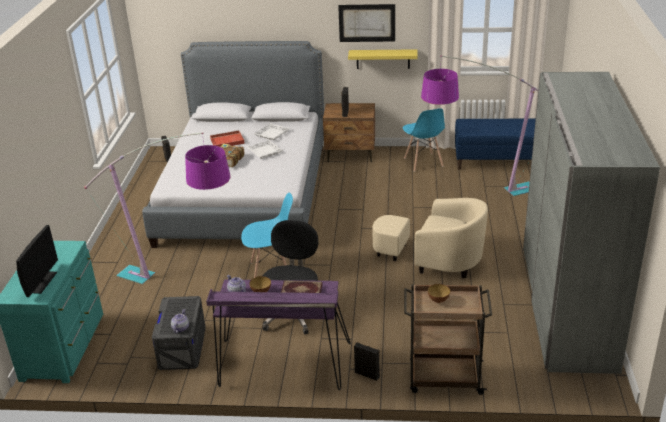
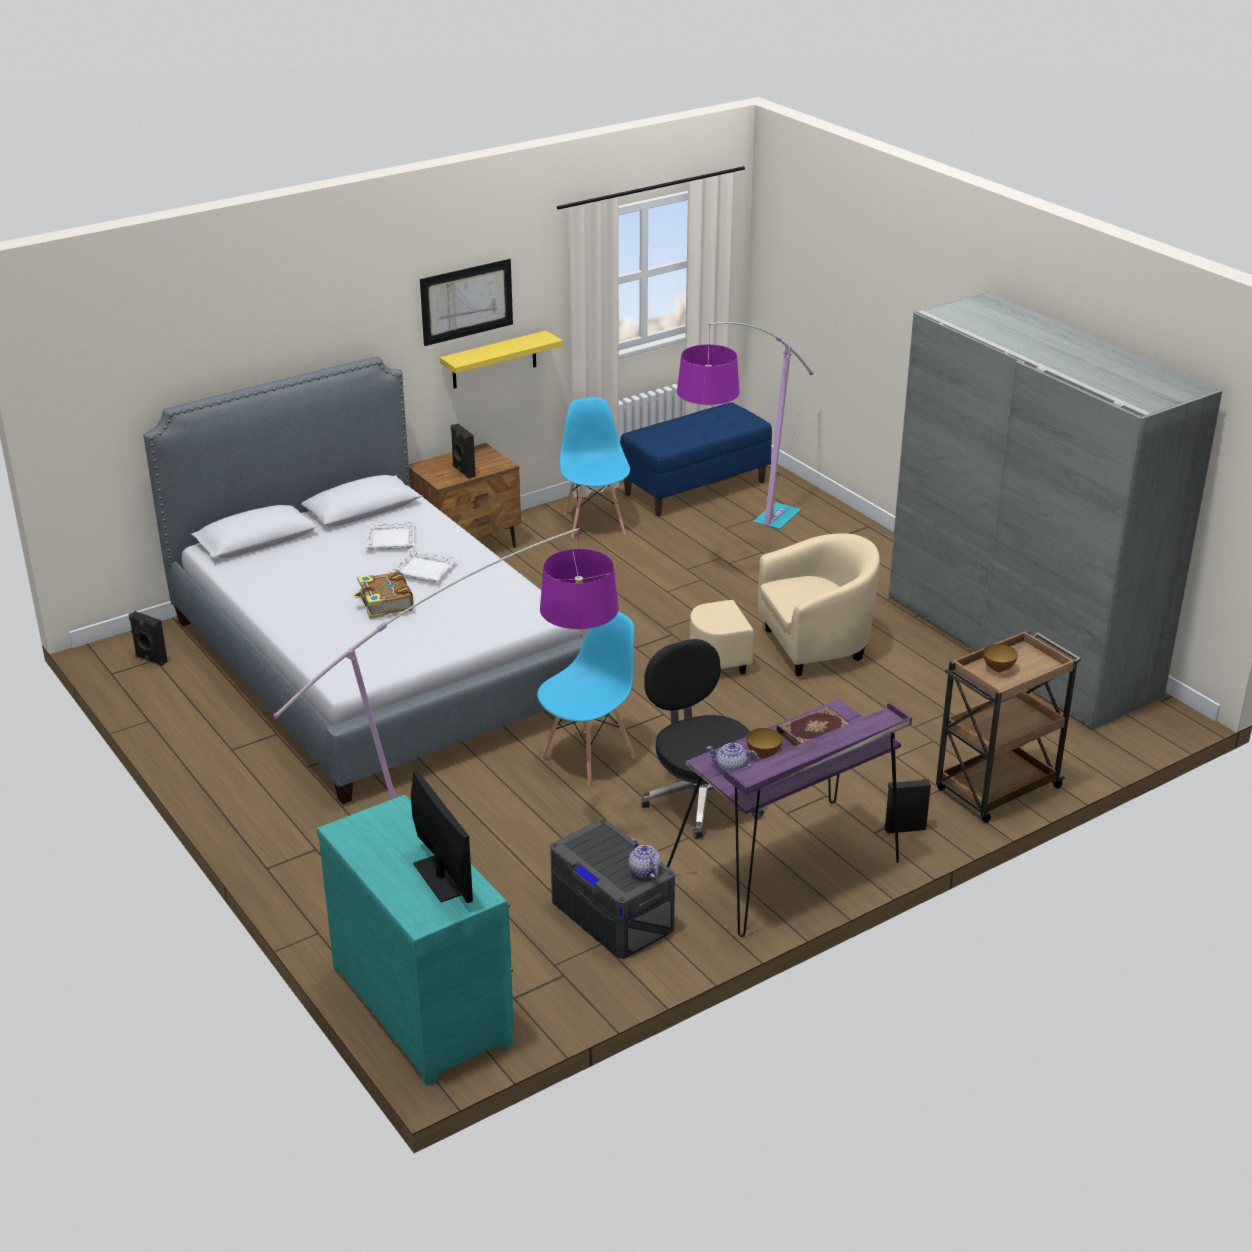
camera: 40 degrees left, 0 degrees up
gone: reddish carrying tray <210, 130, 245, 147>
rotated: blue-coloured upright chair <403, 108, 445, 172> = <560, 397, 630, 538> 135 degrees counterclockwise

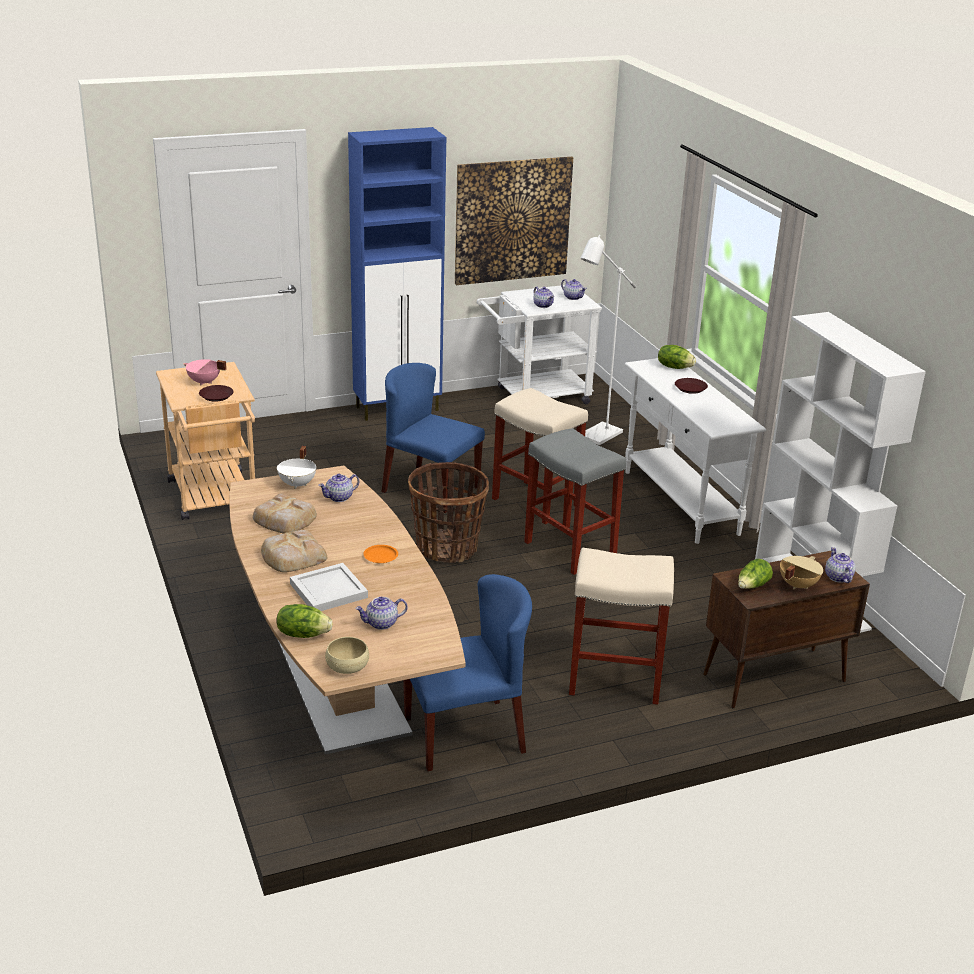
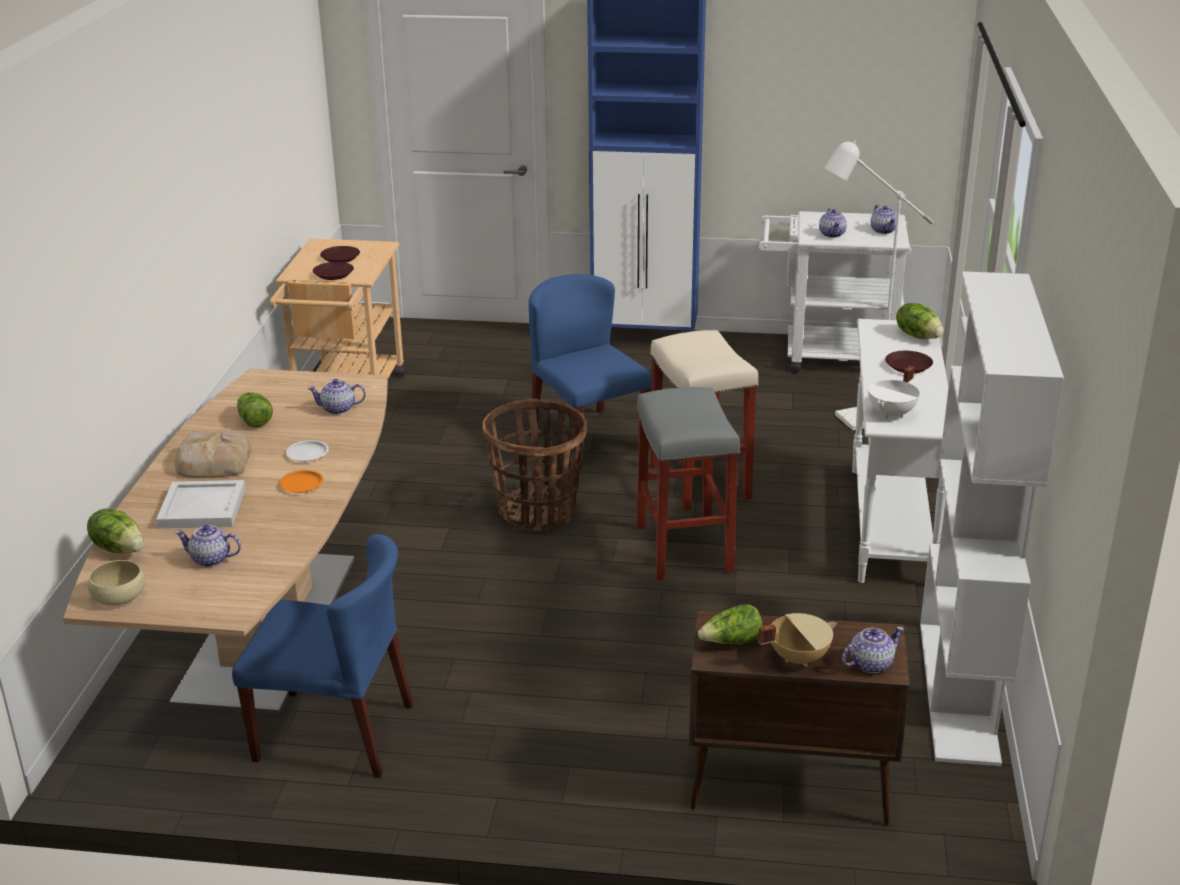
camera: 30 degrees right, 0 degrees up
gone: wall picture <455, 156, 573, 285>; beige stool <569, 548, 674, 705>
new: white dinner plate <286, 440, 329, 462>
shifted: white saucepot <277, 446, 316, 489> to <868, 366, 920, 419>
swapped: pink-coloured saucepot <183, 359, 227, 385> to brownish dinner plate <320, 246, 360, 263>; bakery bread <252, 493, 317, 534> to lettuce head <237, 392, 273, 427>
rotated: pot for tea <825, 547, 856, 583> = <842, 627, 904, 673> 45 degrees clockwise

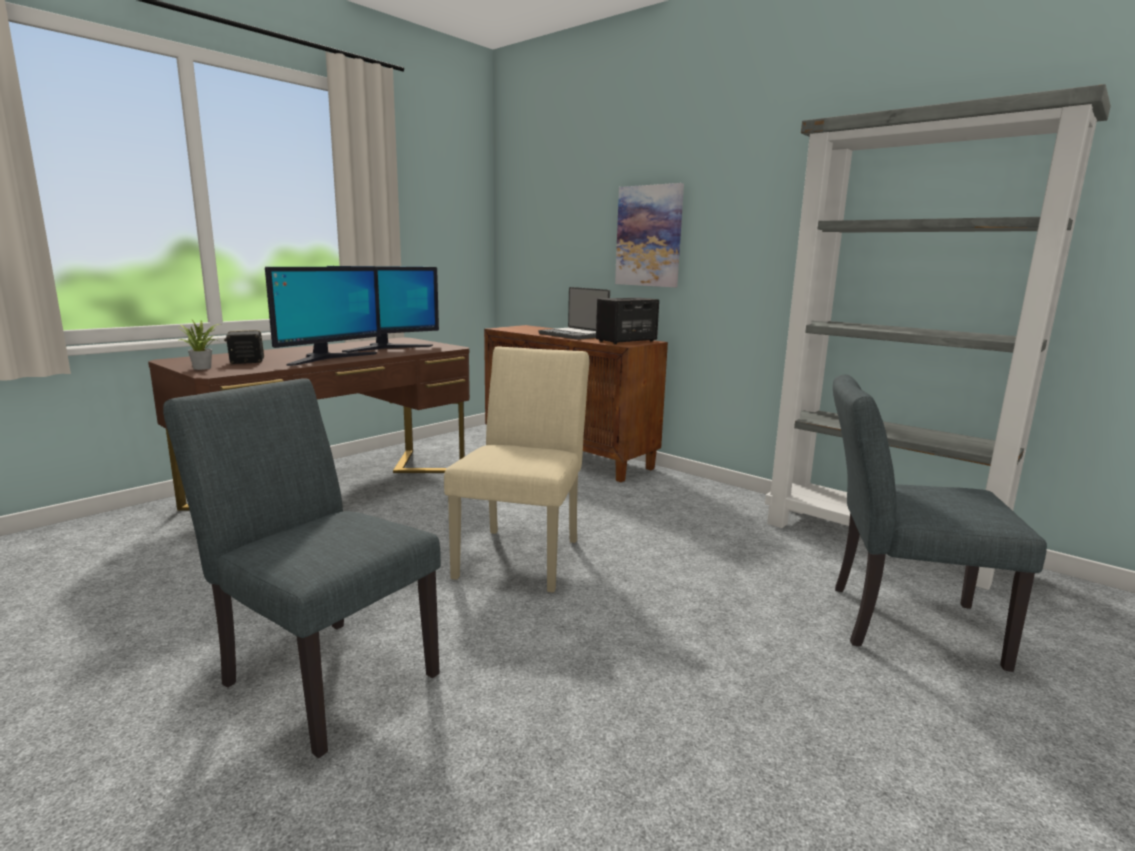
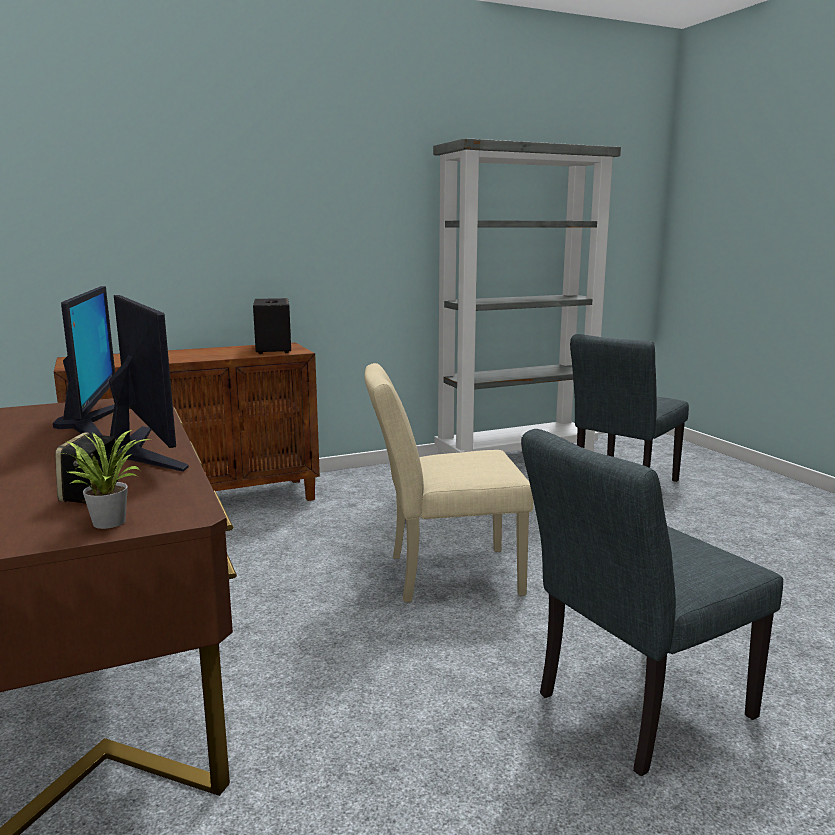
camera: 65 degrees left, 0 degrees up
gone: wall picture <615, 183, 684, 287>; notebook computer <538, 287, 610, 340>
rotated: beige upright chair <444, 347, 589, 593> = <364, 363, 534, 602> 45 degrees counterclockwise

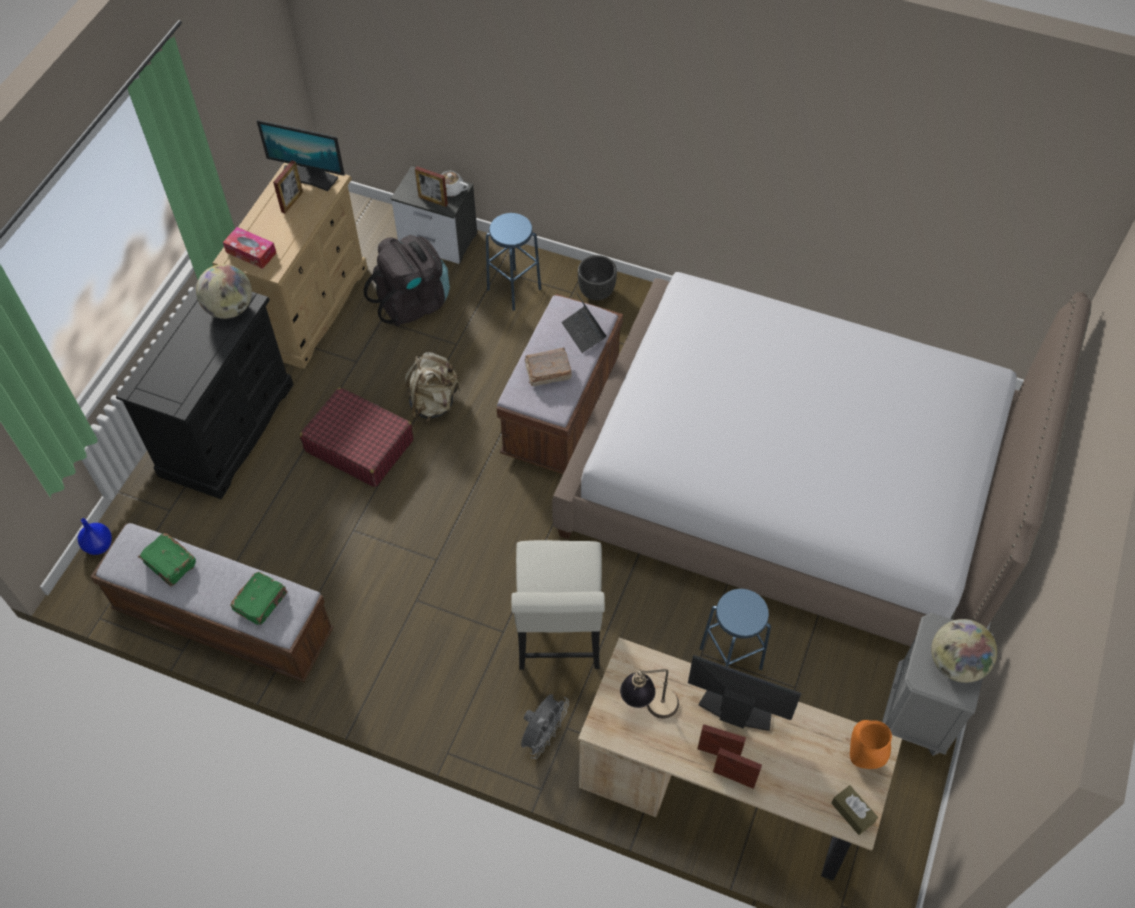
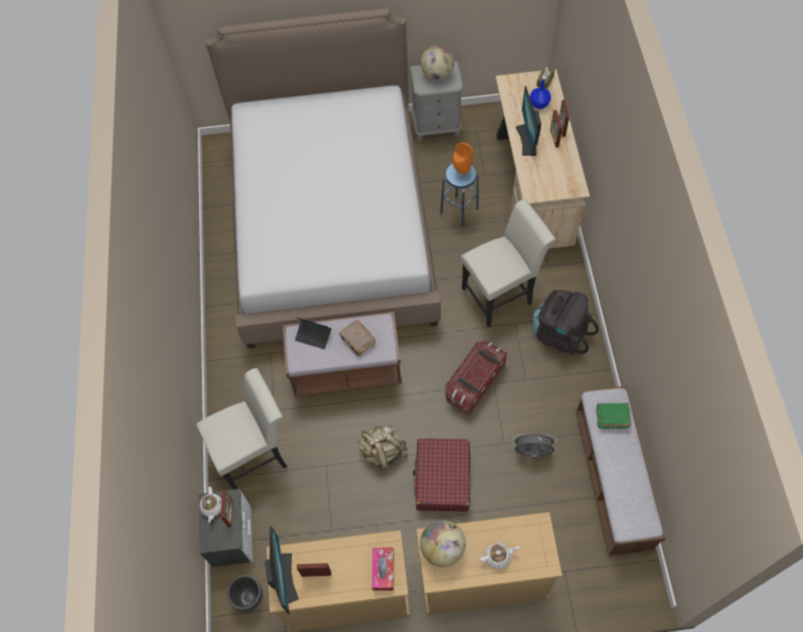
camera: 115 degrees left, 5 degrees up
gone: green book <138, 533, 196, 587>; table lamp <620, 669, 679, 719>
new: storage bin <445, 340, 507, 415>; white pot for tea <479, 542, 520, 569>
shifted: black knapsack <364, 235, 450, 326> to <532, 290, 598, 355>; black planter <578, 255, 617, 301> to <227, 575, 263, 612>; blue-coloured flower vase <78, 518, 112, 555> to <530, 80, 551, 109>; greyish cooling fan <521, 694, 569, 759> to <512, 432, 557, 459>; orange-coloured flower vase <850, 720, 892, 769> to <453, 142, 473, 174>
swapped: blue-coloured stool <486, 213, 541, 310> to white upright chair <196, 368, 287, 490>
repainted: black dresser <116, 284, 294, 500> to beige dresser <417, 512, 562, 615>
rotated: notebook computer <561, 292, 607, 353> = <295, 317, 331, 349> 75 degrees clockwise

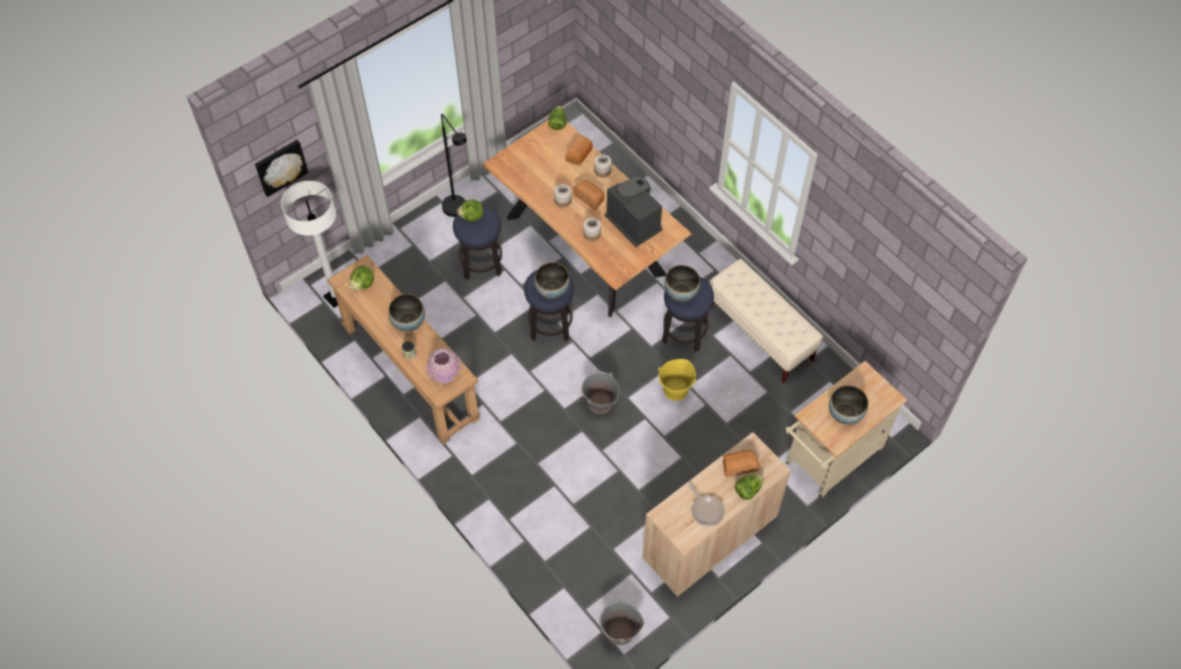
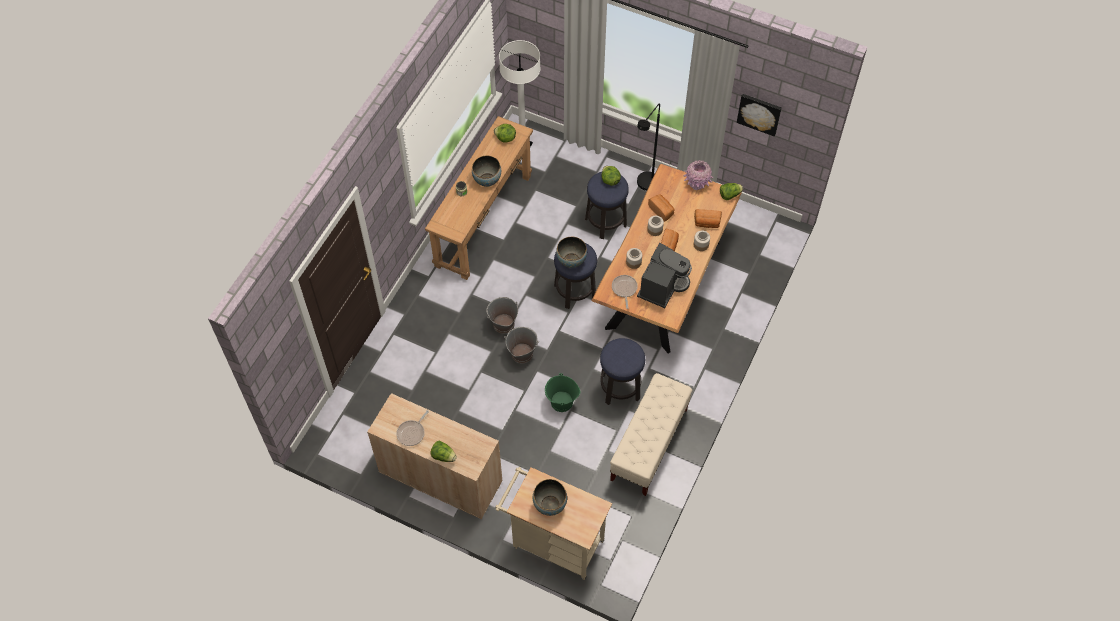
camera: 65 degrees right, 0 degrees up
gone: serving bowl <665, 265, 700, 302>
new: skillet <612, 275, 638, 309>
shifted: wall picture <255, 140, 309, 197> to <737, 94, 782, 137>; pink-coloured flower vase <426, 348, 463, 385> to <684, 160, 713, 190>; bakery bread <723, 450, 760, 477> to <648, 194, 675, 222>; greyish bucket <600, 599, 644, 645> to <486, 297, 518, 334>
repainted: yellow-coloured bucket <658, 359, 696, 401> to green bucket <545, 373, 581, 412>

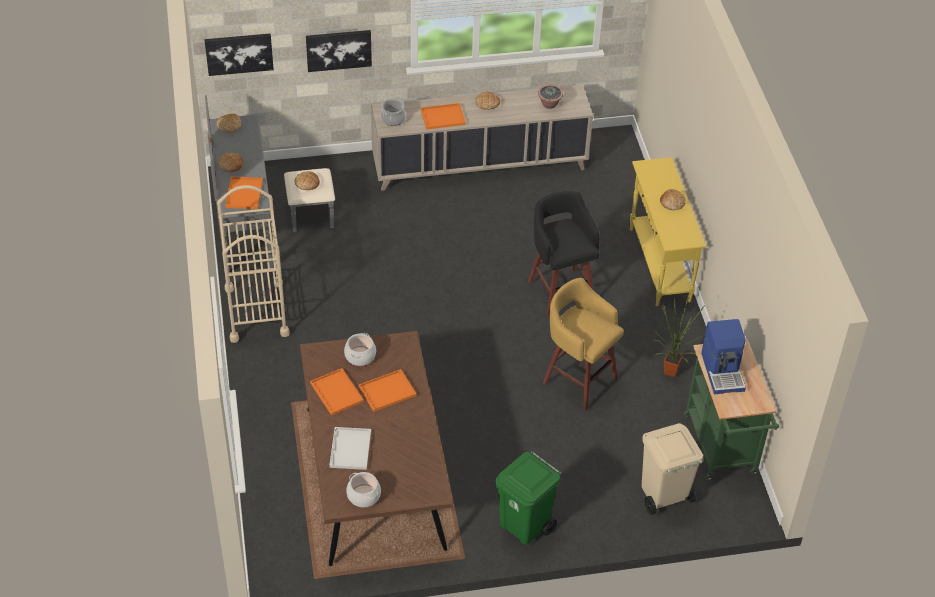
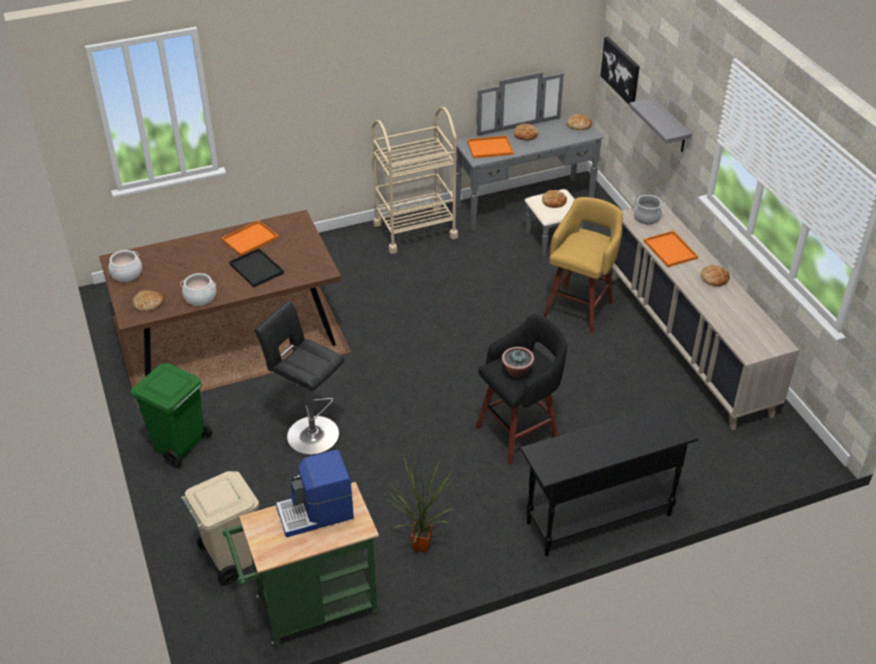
camera: 80 degrees right, 5 degrees down
gone: white carrying tray <329, 427, 371, 470>
new: black stool <254, 301, 344, 455>
shifted: houseplant <538, 85, 563, 109> to <502, 347, 534, 378>; bakery bread <660, 189, 686, 210> to <132, 290, 164, 312>; yellow-coloured stool <543, 278, 624, 411> to <543, 197, 623, 334>; saucepot <344, 333, 376, 366> to <180, 273, 216, 306>
swapped: wall picture <306, 30, 372, 72> to greyish shelf <629, 97, 692, 152>
repainted: yellow-coloured hall table <630, 157, 707, 306> to black hall table <520, 403, 698, 556>; orange-coloured carrying tray <359, 369, 416, 412> to black carrying tray <229, 248, 284, 287>

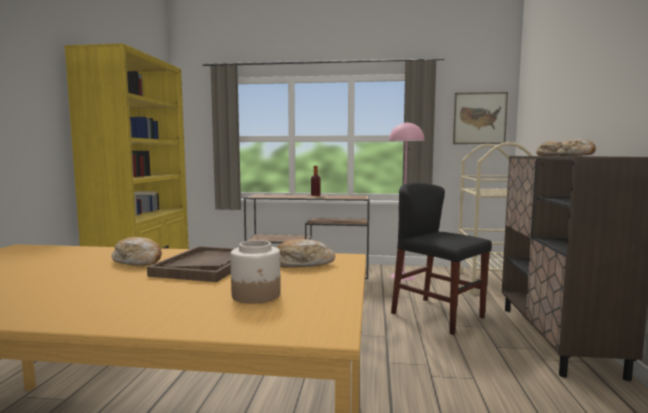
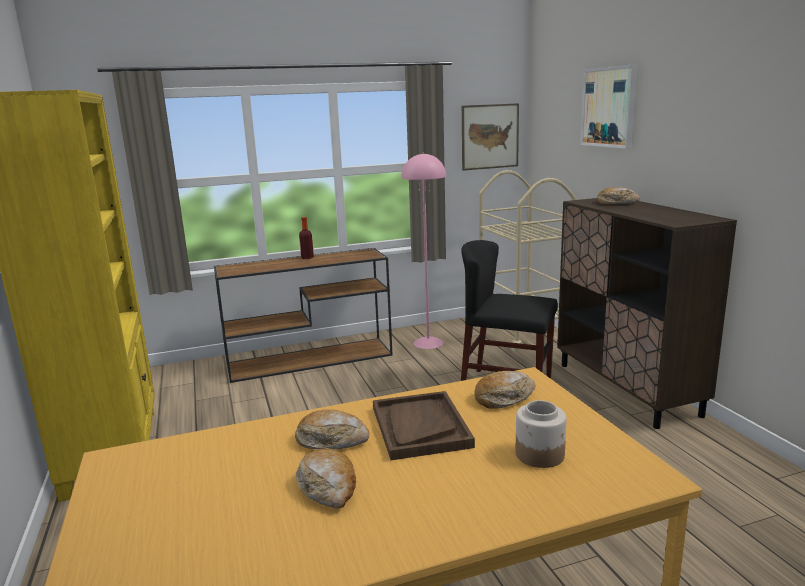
camera: 25 degrees left, 10 degrees up
new: wall picture <580, 64, 637, 149>
shifted: bakery bread <557, 139, 596, 156> to <296, 448, 356, 509>

